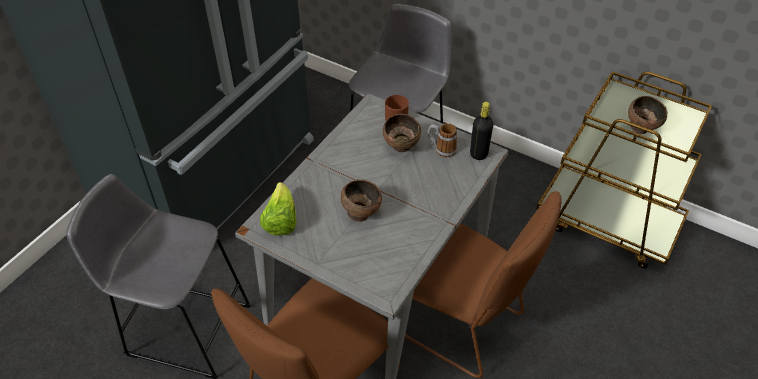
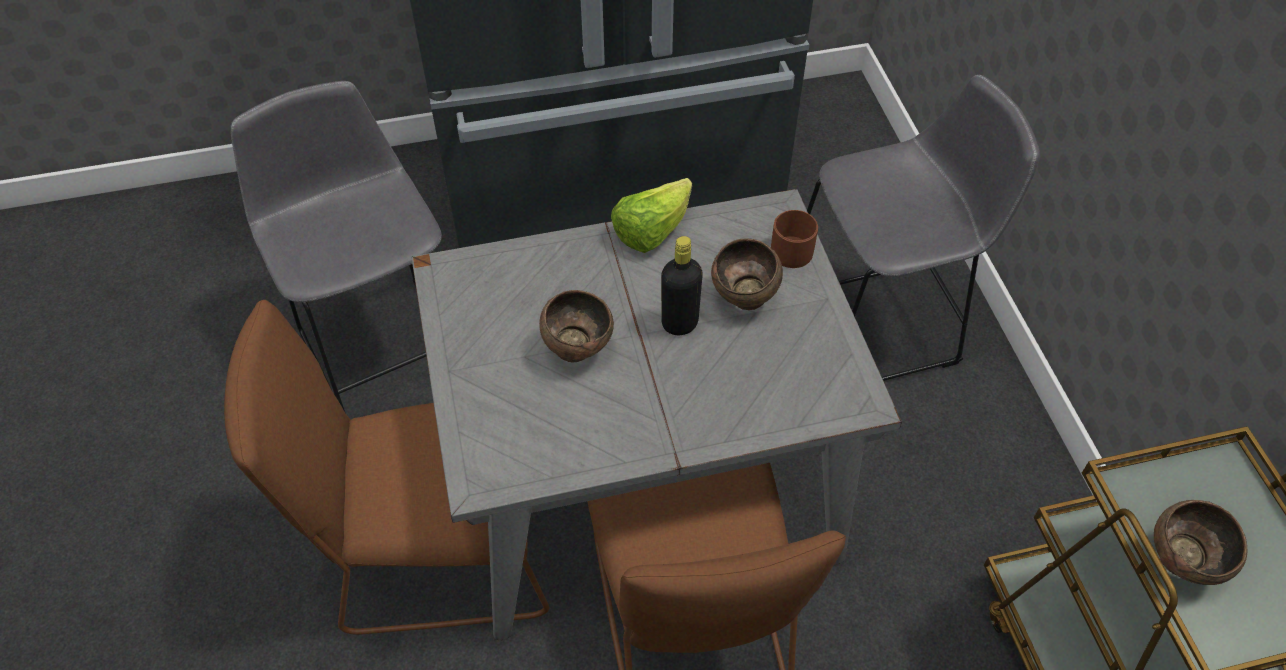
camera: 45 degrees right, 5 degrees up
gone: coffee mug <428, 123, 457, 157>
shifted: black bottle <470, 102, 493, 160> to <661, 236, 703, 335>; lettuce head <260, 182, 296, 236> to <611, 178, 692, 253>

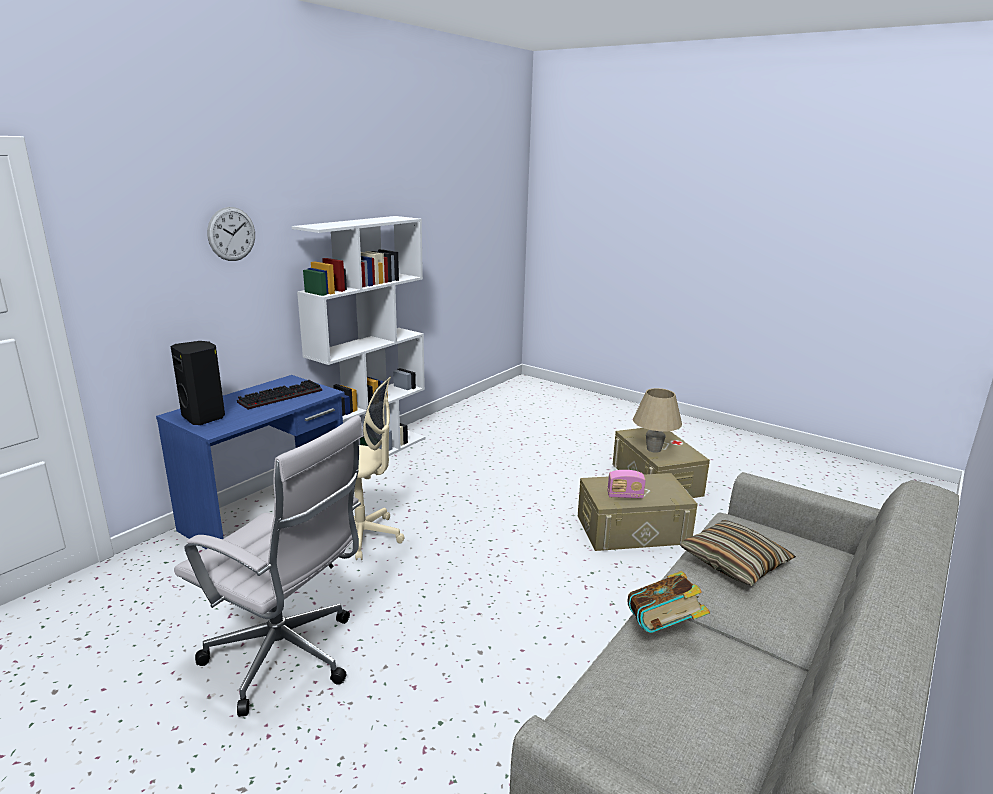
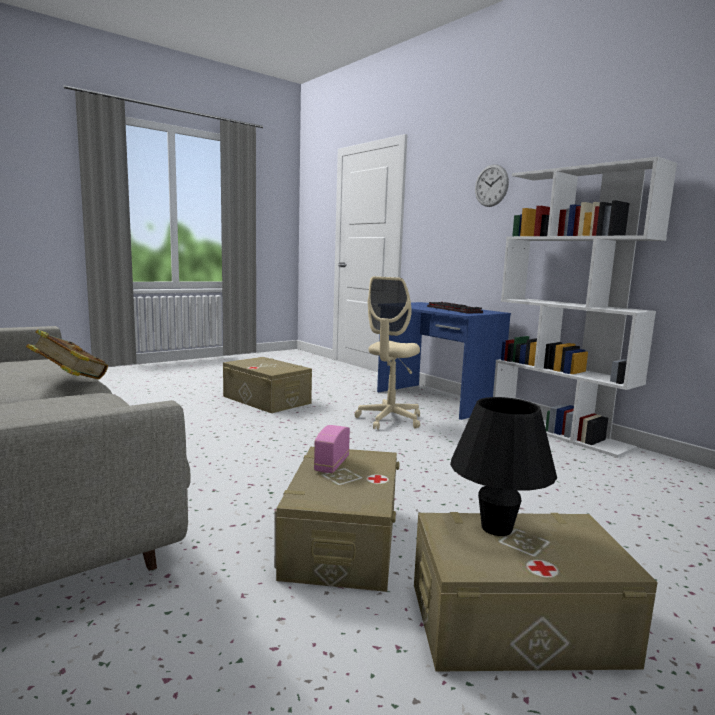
camera: 105 degrees right, 10 degrees down
gone: black loudspeaker <171, 341, 225, 425>; pillow <680, 520, 796, 586>
swapped: white computer chair <174, 415, 364, 717> to beige storage bin <223, 357, 312, 413>
repainted: beige table lamp <633, 388, 682, 453> to black table lamp <450, 397, 557, 536>

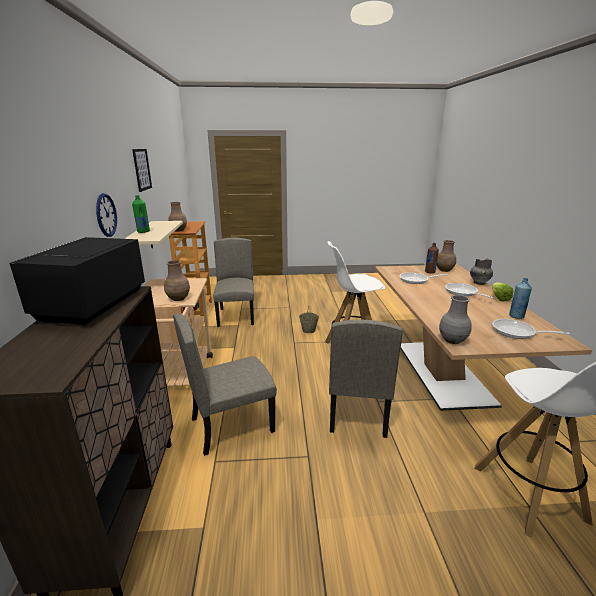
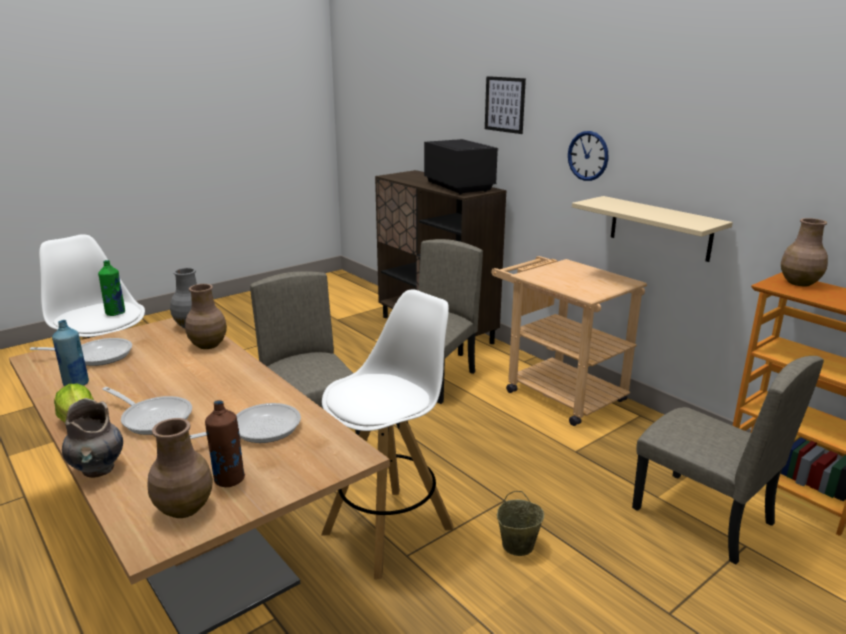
camera: 145 degrees right, 0 degrees up
shifted: wall picture <132, 149, 152, 192> to <485, 76, 526, 134>; green bottle <132, 195, 150, 233> to <98, 260, 125, 316>; brownish flower vase <164, 260, 190, 301> to <185, 284, 227, 349>

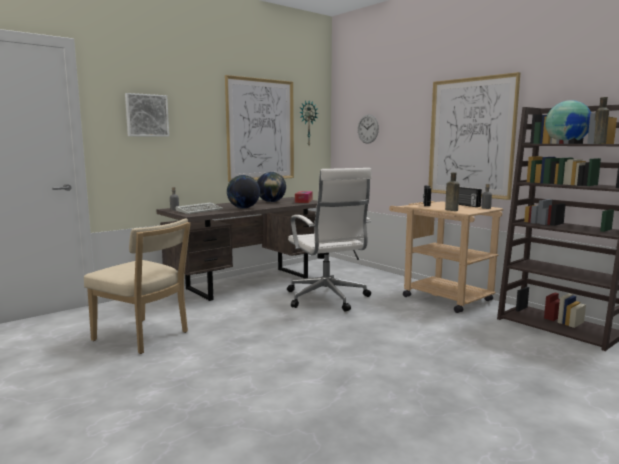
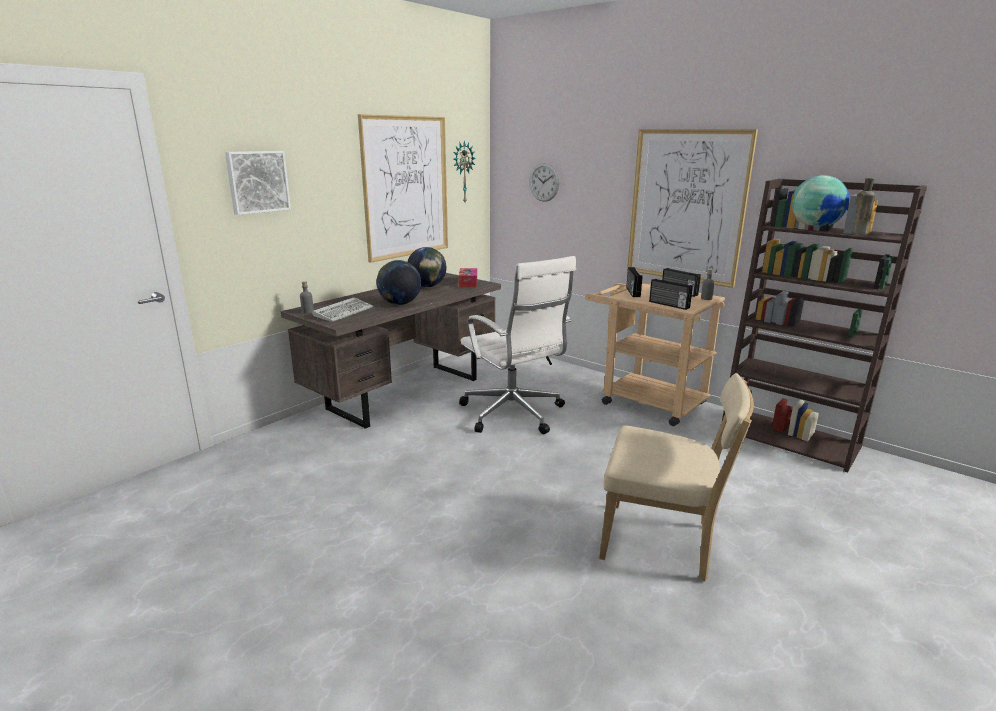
camera: 10 degrees left, 10 degrees up
shifted: beige upright chair <84, 218, 191, 354> to <599, 373, 754, 582>
swapped: brownish bottle <445, 172, 460, 211> to radio <649, 279, 693, 310>

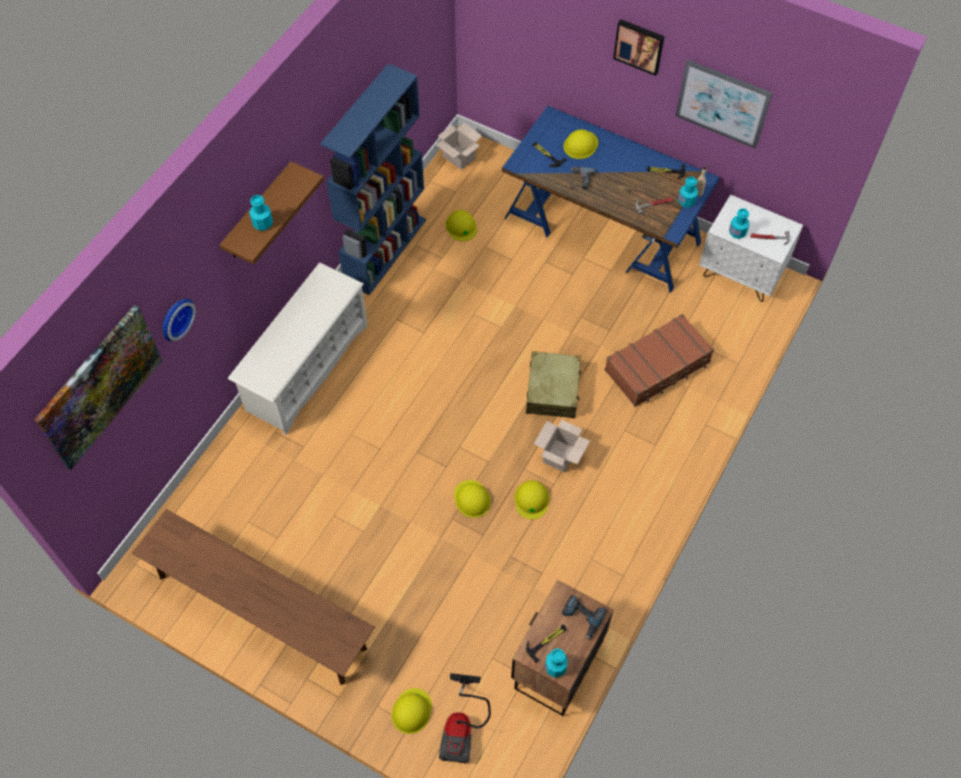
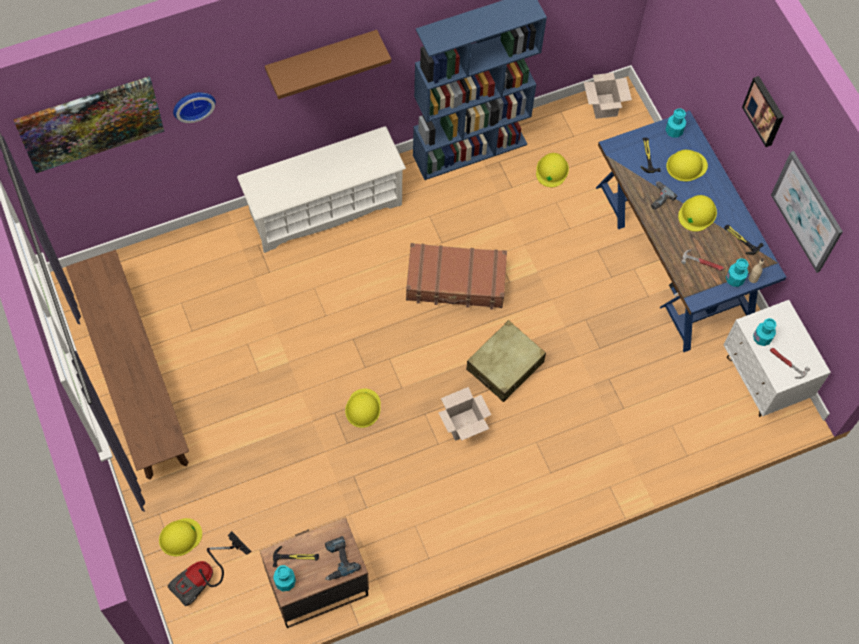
camera: 35 degrees right, 5 degrees up
shifted: blue-green bottle <249, 195, 273, 231> to <666, 108, 686, 138>; brownish piece of luggage <605, 314, 714, 407> to <406, 243, 507, 310>; yellow-coloured hard hat <514, 480, 549, 519> to <678, 195, 717, 232>

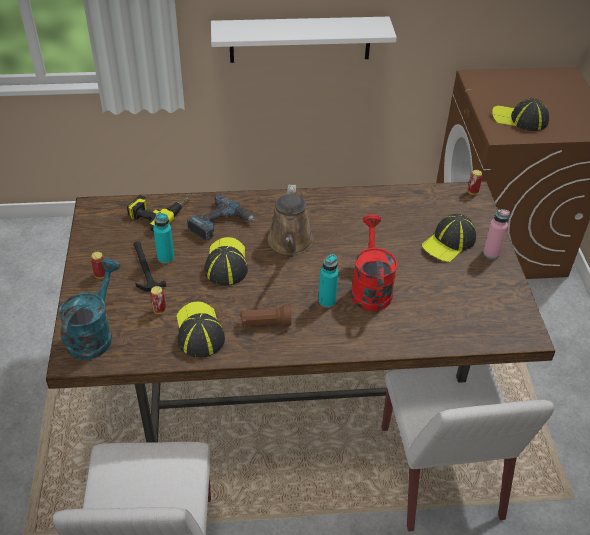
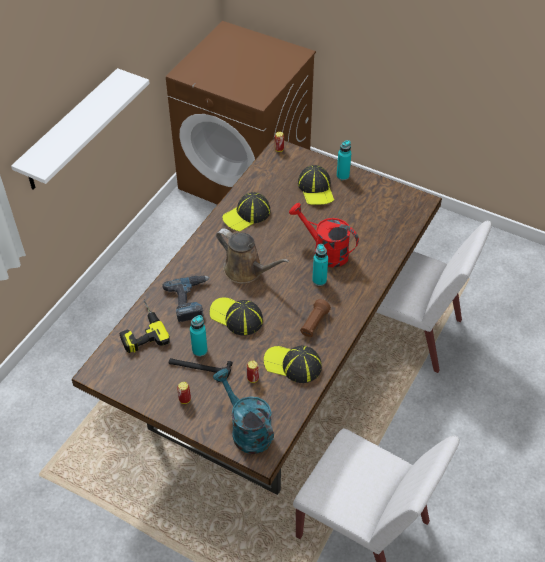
camera: 55 degrees left, 5 degrees up
shifted: cap <492, 98, 549, 131> to <222, 192, 270, 232>
repainted: pink-coloured bottle <483, 209, 510, 259> to blue-green bottle <337, 140, 351, 180>

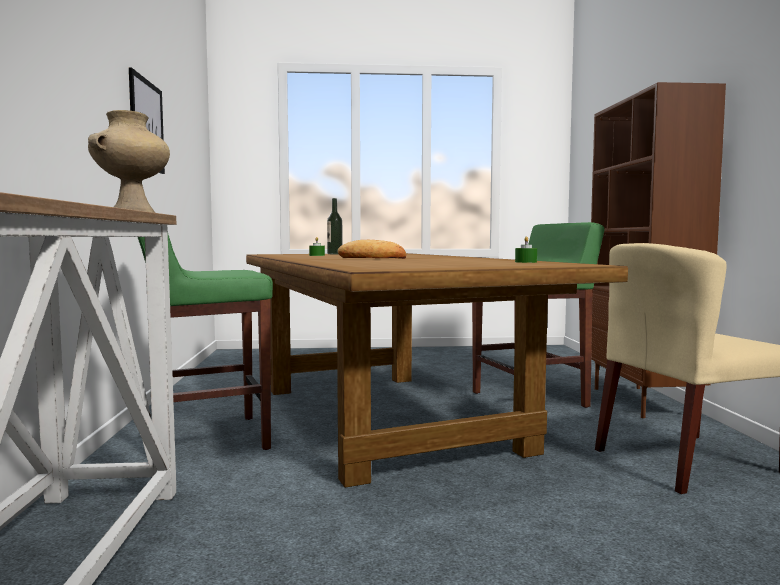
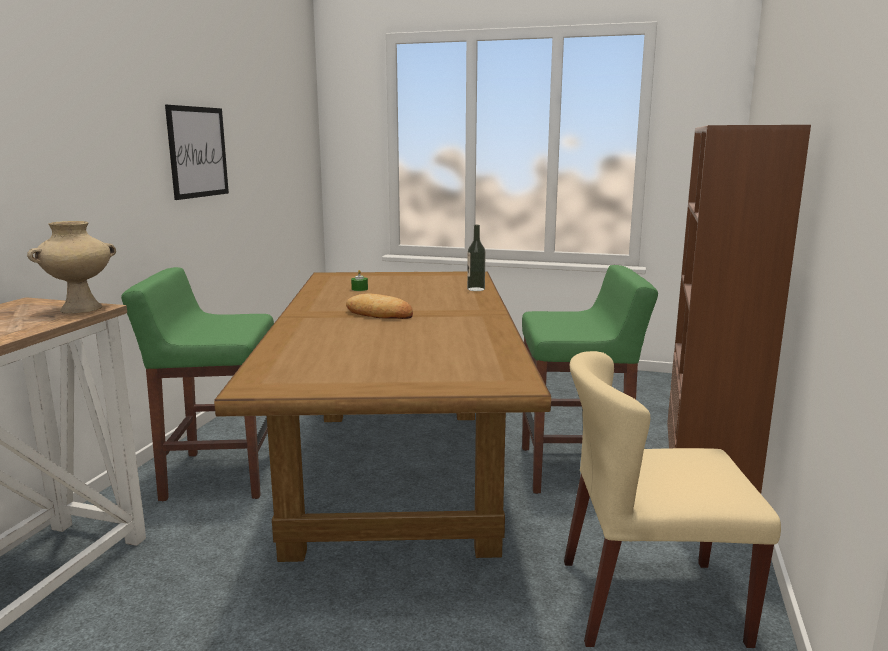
camera: 20 degrees right, 10 degrees up
gone: green candle <515, 236, 537, 263>
shifted: bottle <327, 198, 343, 254> to <467, 225, 486, 291>

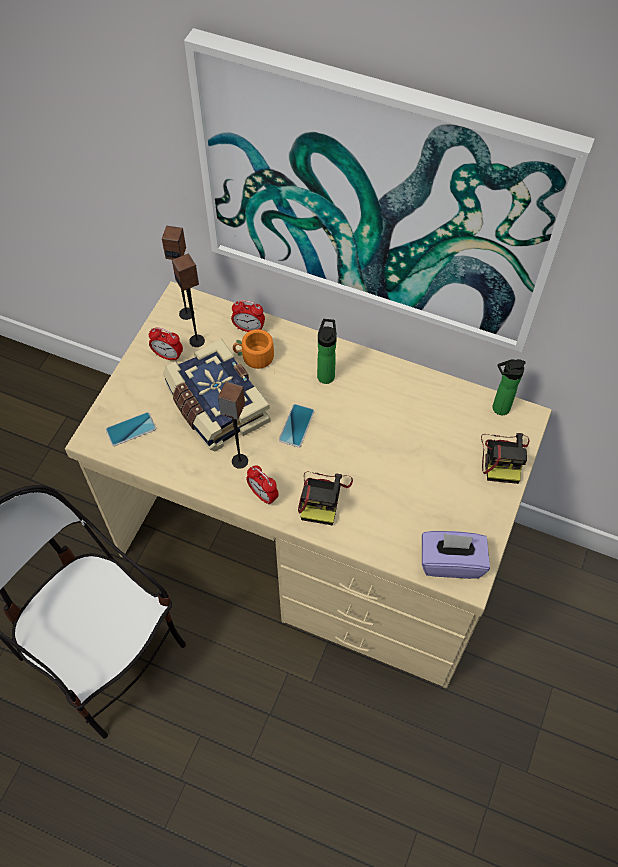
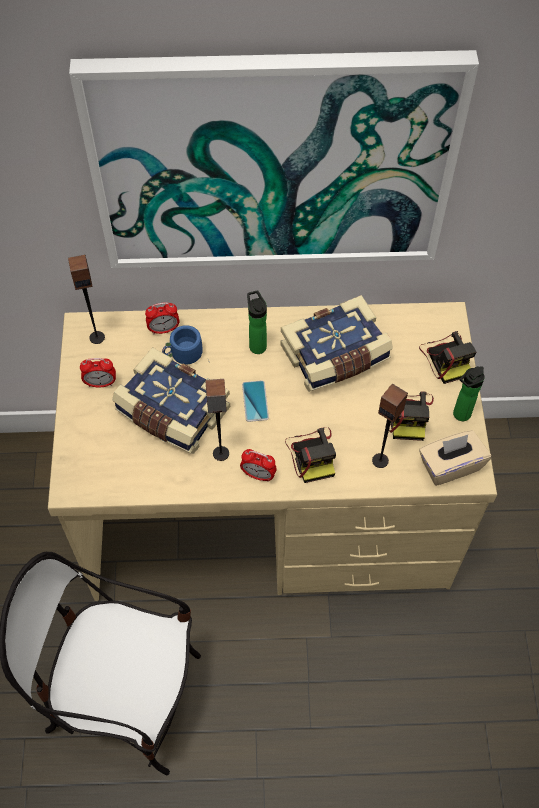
camera: 25 degrees left, 0 degrees up
gone: handset <106, 412, 156, 446>
new: book <280, 295, 393, 392>; still camera <389, 391, 434, 441>
shifted: loudspeaker <172, 254, 205, 347> to <372, 383, 408, 468>; bottle <493, 359, 526, 415> to <453, 366, 485, 421>
repainted: orange-coloured coffee mug <233, 329, 274, 369> to blue-coloured coffee mug <162, 325, 210, 364>; purple-coloured box of tissues <422, 531, 490, 579> to beige box of tissues <419, 430, 491, 486>

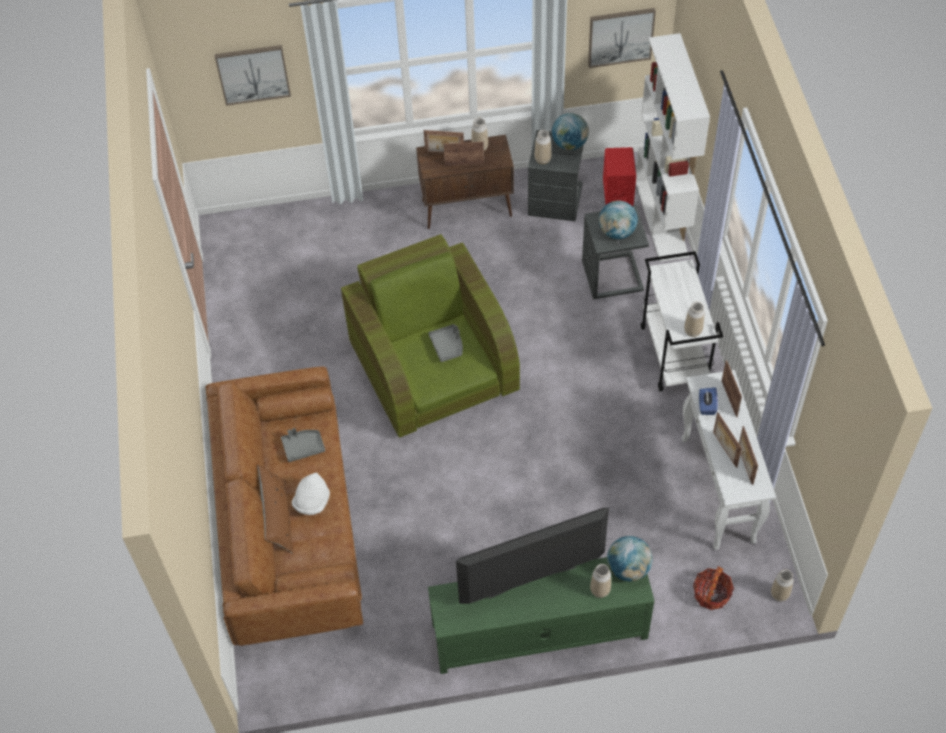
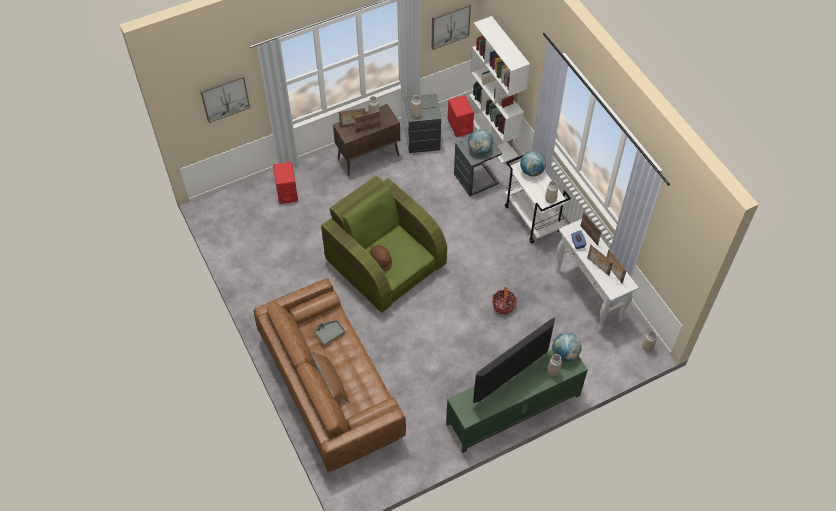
camera: 20 degrees left, 0 degrees up
gone: greyish carrying tray <429, 324, 463, 362>; white hat <292, 472, 330, 515>
new: reddish loudspeaker <273, 162, 298, 204>; brownish hat <369, 245, 392, 271>
shifted: desk globe <552, 113, 589, 150> to <520, 151, 546, 176>; storage basket <693, 566, 734, 610> to <492, 287, 517, 315>

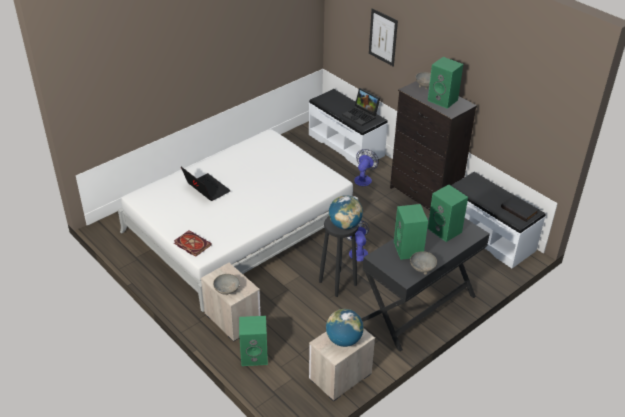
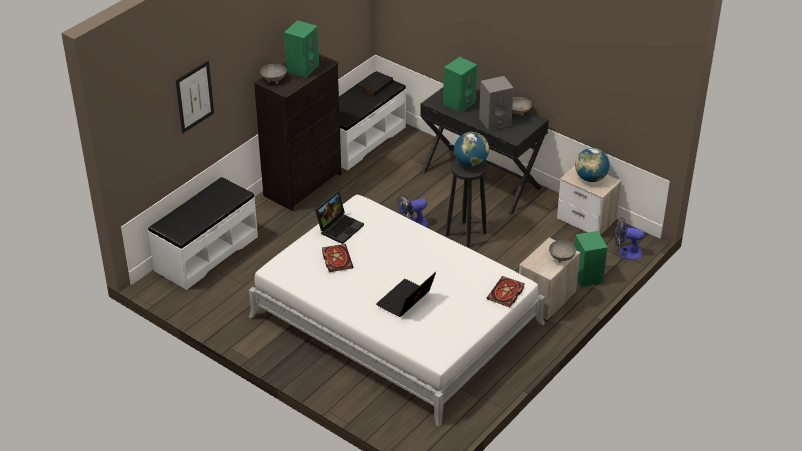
camera: 100 degrees left, 0 degrees up
new: book <322, 244, 353, 272>
shifted: notebook computer <342, 88, 380, 126> to <315, 191, 364, 244>; cooling fan <354, 149, 379, 186> to <615, 217, 644, 260>
repainted: green loudspeaker <394, 204, 428, 260> to greyish loudspeaker <479, 76, 514, 130>

